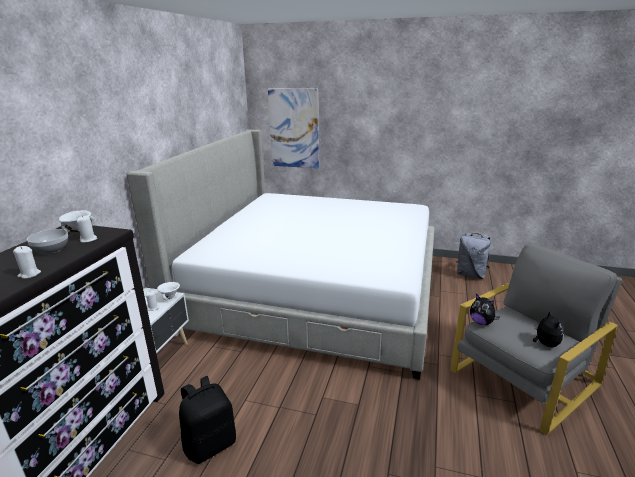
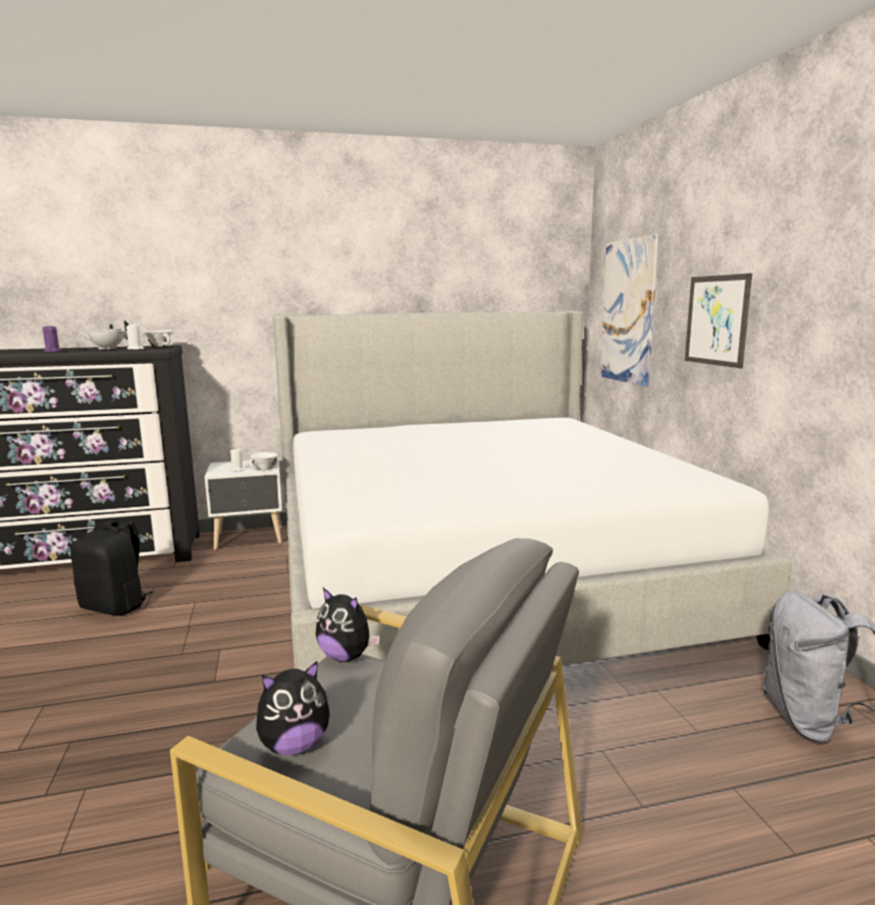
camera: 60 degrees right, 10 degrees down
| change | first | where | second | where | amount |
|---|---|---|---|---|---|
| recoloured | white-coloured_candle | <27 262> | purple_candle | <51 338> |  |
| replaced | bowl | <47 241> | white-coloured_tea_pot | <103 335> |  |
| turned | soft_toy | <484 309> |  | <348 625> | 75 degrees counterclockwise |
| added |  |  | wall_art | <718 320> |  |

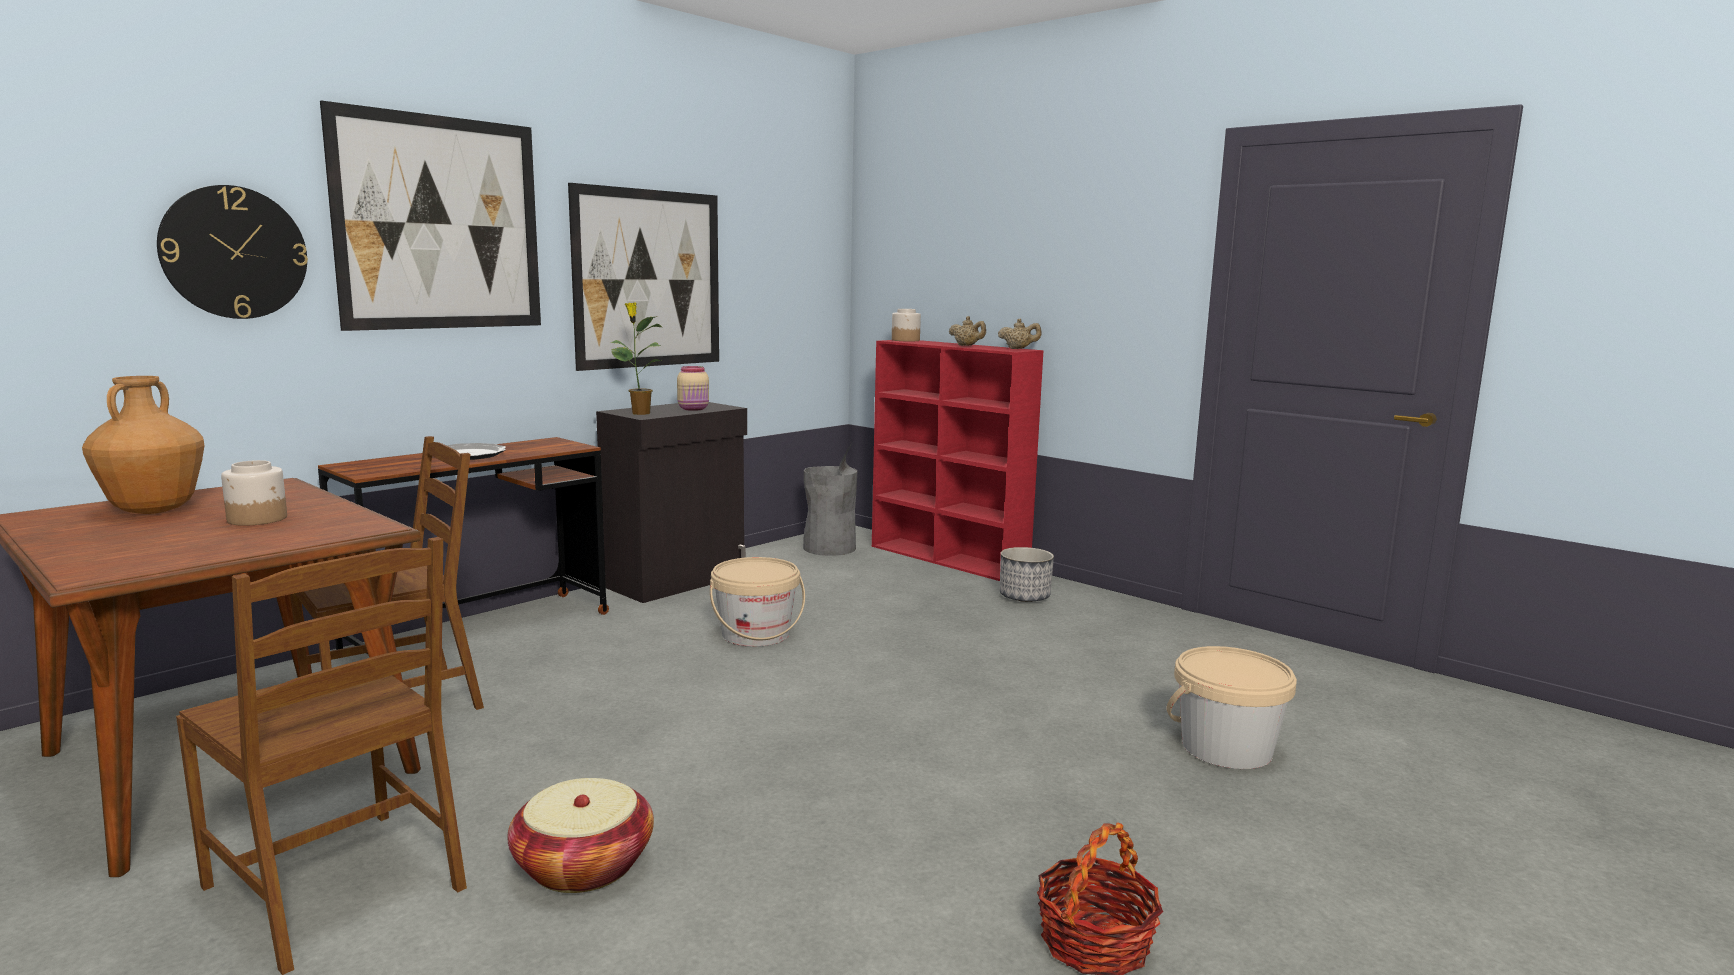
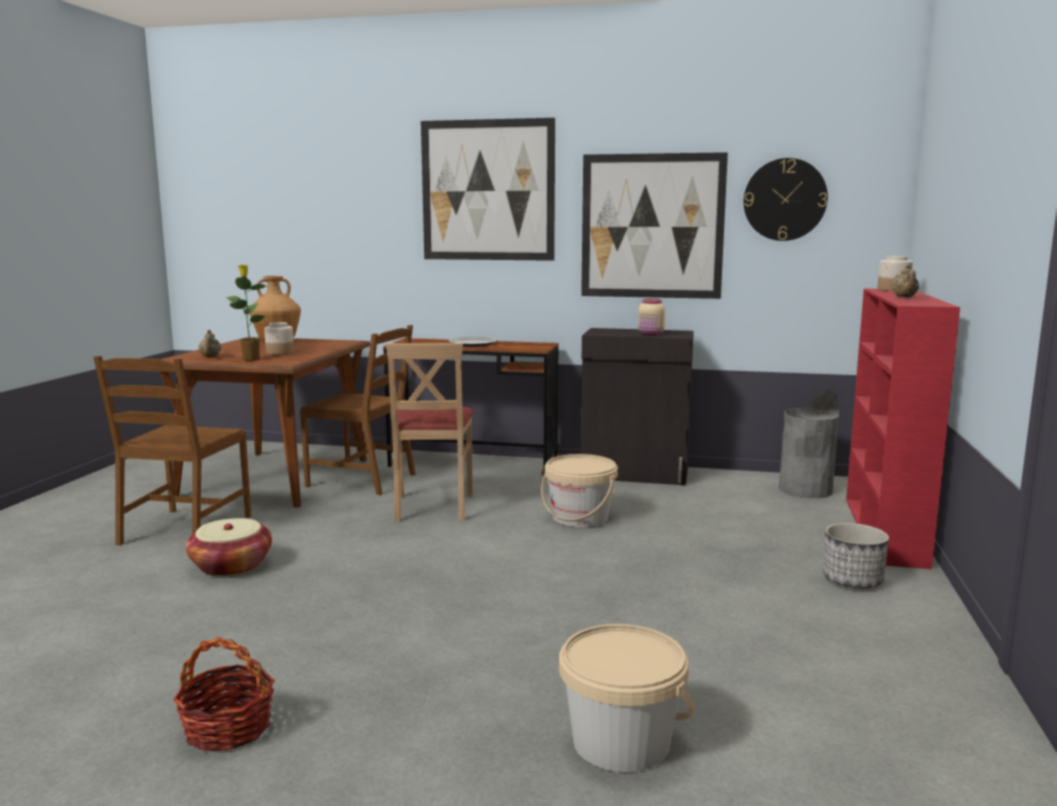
camera: 60 degrees right, 0 degrees up
| change | first | where | second | where | amount |
|---|---|---|---|---|---|
| moved | beige_tea_pot | <1020 333> |  | <210 343> |  |
| moved | plant_in_a_pot | <636 358> |  | <246 313> |  |
| added |  |  | beige_upright_chair | <430 432> |  |
| moved | wall_clock | <232 252> |  | <786 199> |  |

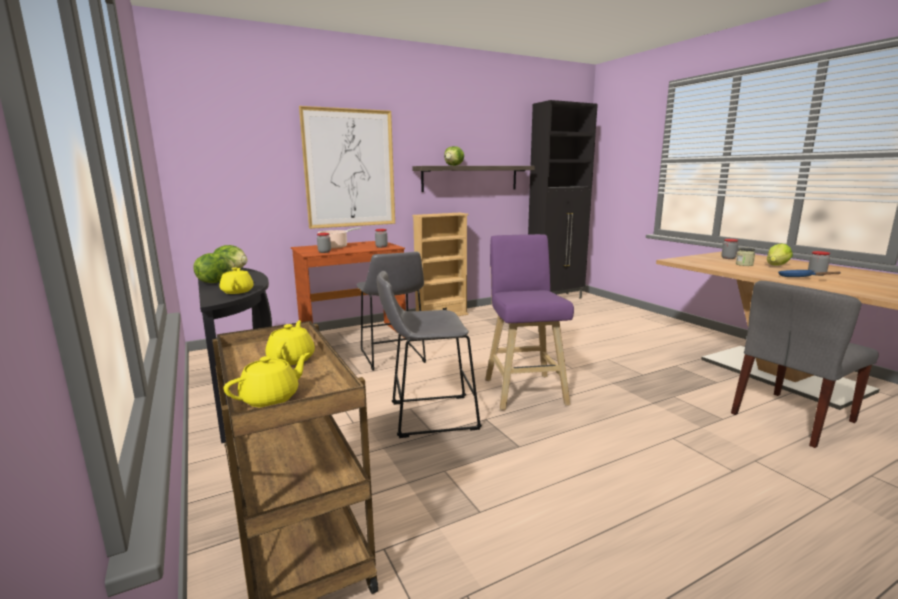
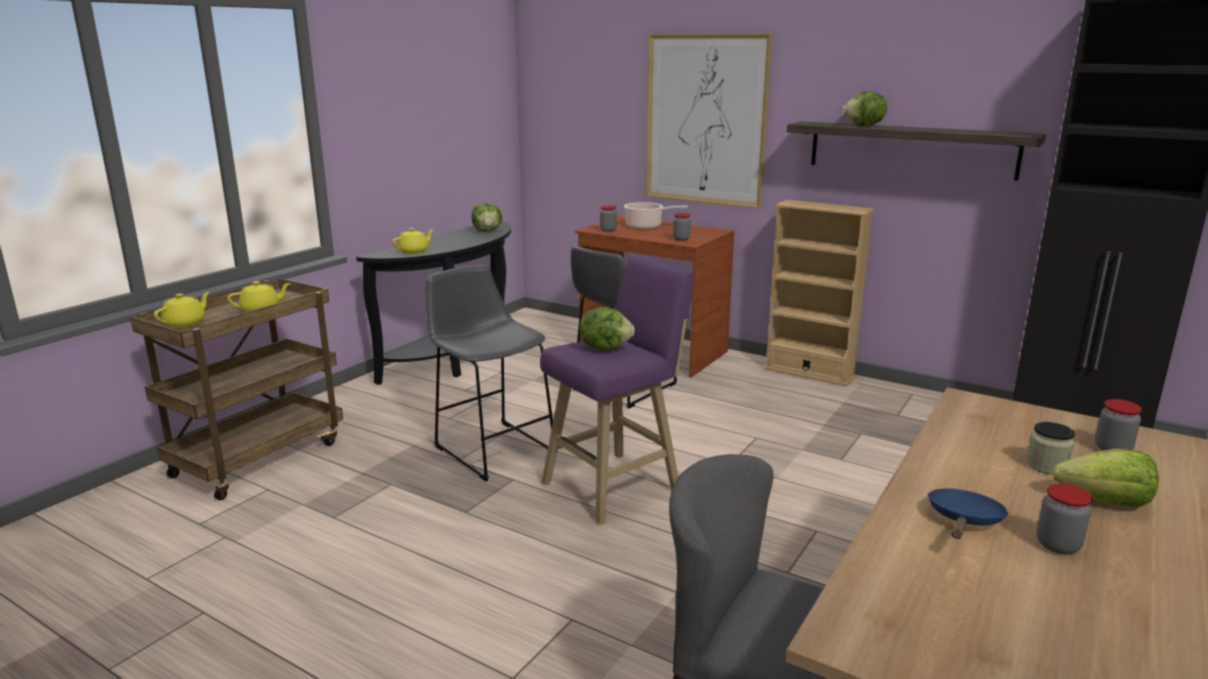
camera: 60 degrees right, 5 degrees up
| change | first | where | second | where | amount |
|---|---|---|---|---|---|
| turned | yellowish_tea_pot | <267 380> |  | <182 310> | 75 degrees counterclockwise |
| moved | lettuce_head | <214 268> |  | <607 328> |  |

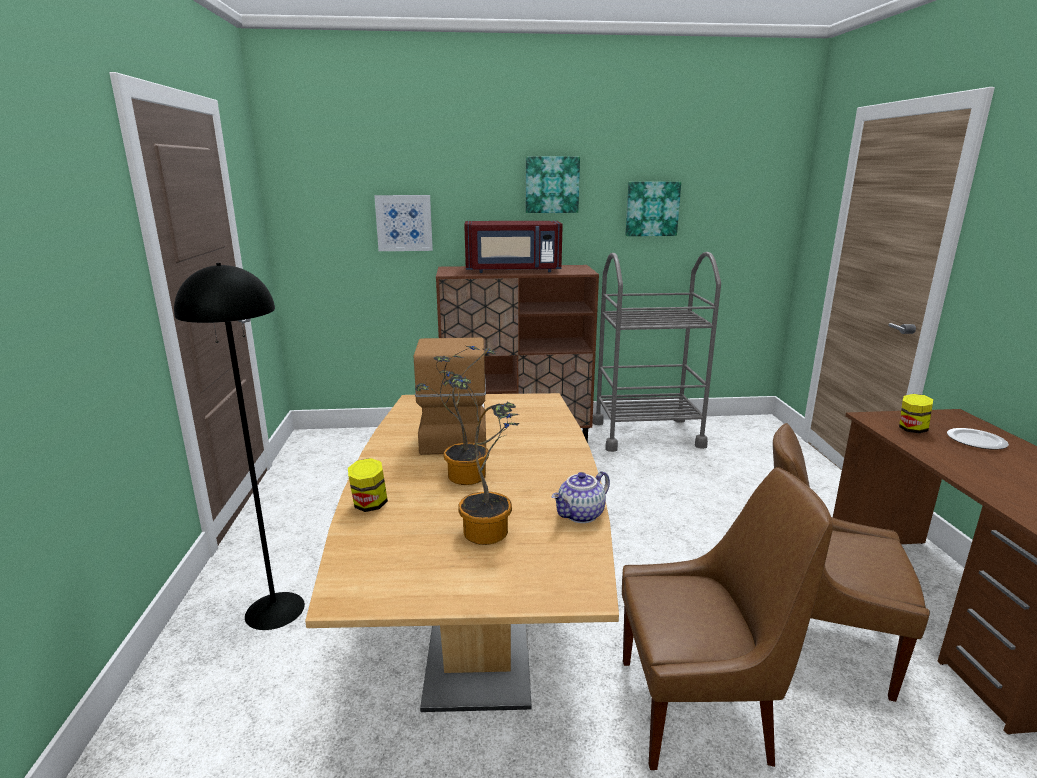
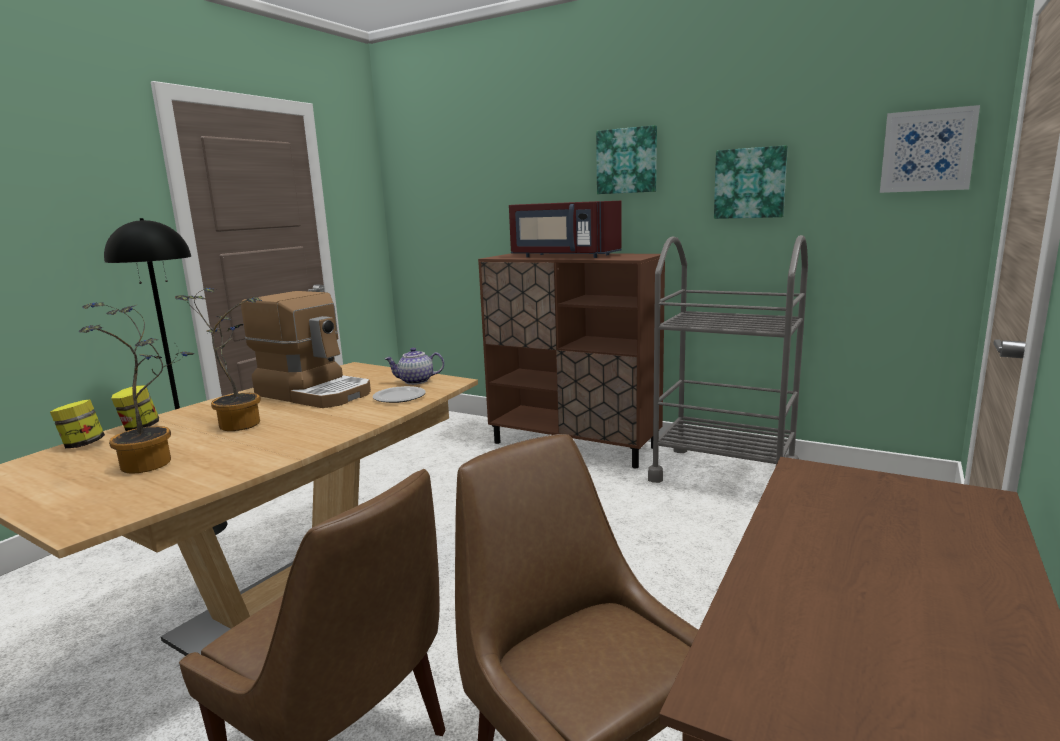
camera: 35 degrees right, 5 degrees down
| change | first | where | second | where | amount |
|---|---|---|---|---|---|
| moved | storage_jar | <916 413> |  | <77 424> |  |
| turned | coffee_maker | <450 396> |  | <306 349> | 90 degrees clockwise |
| moved | dinner_plate | <978 439> |  | <399 394> |  |
| moved | tea_pot | <581 497> |  | <414 366> |  |
| moved | wall_art | <403 223> |  | <930 149> |  |

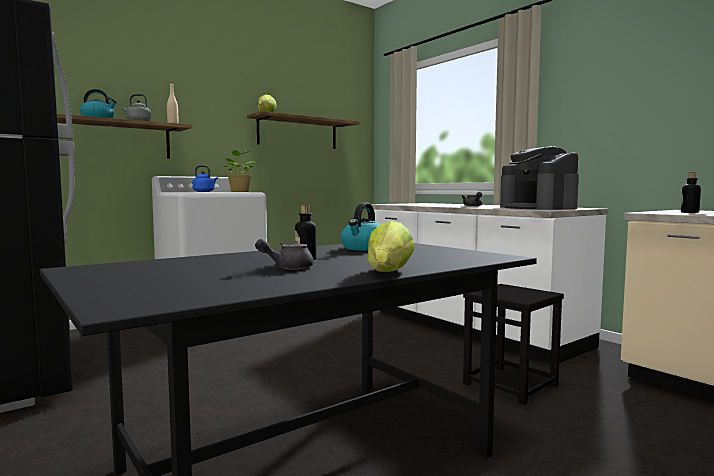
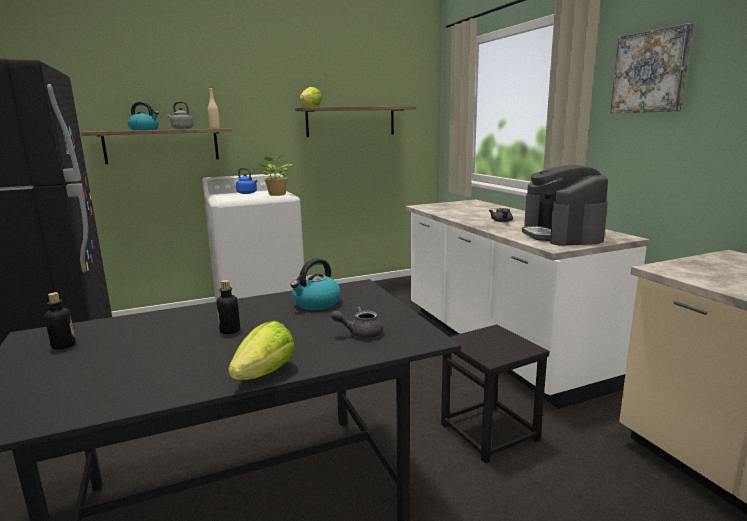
camera: 15 degrees right, 10 degrees up
| change | first | where | second | where | amount |
|---|---|---|---|---|---|
| moved | drink_bottle | <691 192> |  | <60 321> |  |
| moved | greyish_tea_pot | <284 254> |  | <357 322> |  |
| added |  |  | wall_art | <652 68> |  |

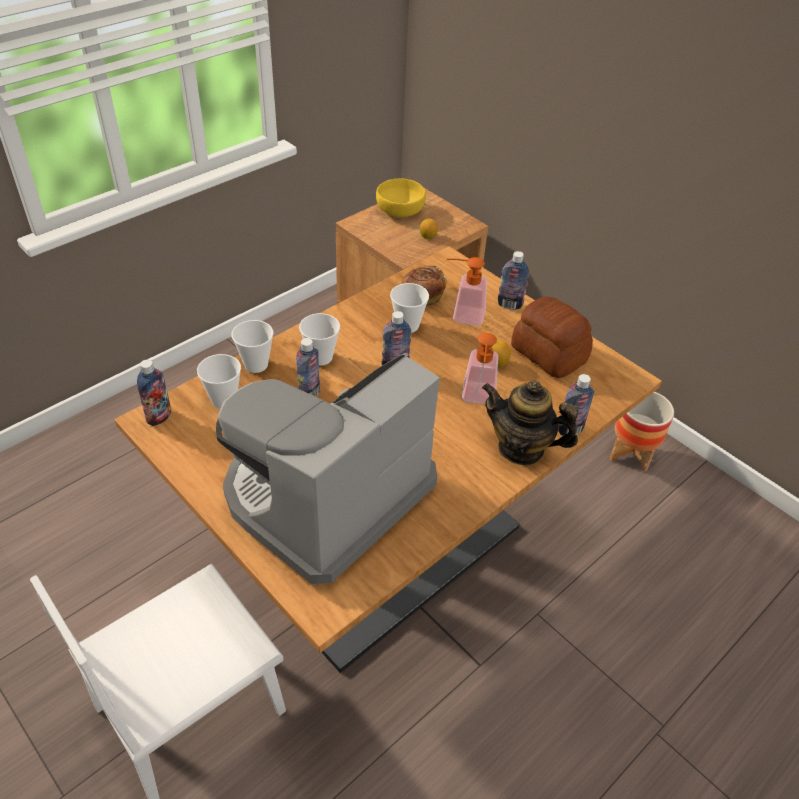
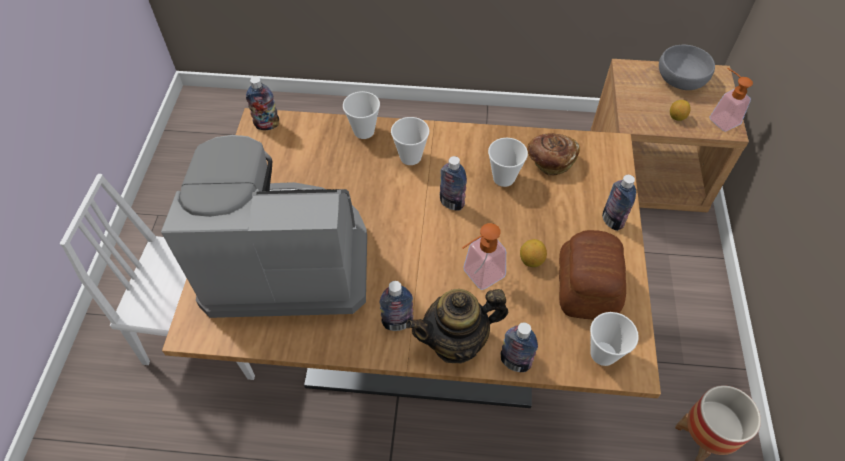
camera: 50 degrees right, 10 degrees up
| change | first | where | second | where | amount |
|---|---|---|---|---|---|
| moved | drink_bottle | <308 367> |  | <396 306> |  |
| turned | tea_pot | <530 422> |  | <457 326> | 90 degrees counterclockwise |
| moved | small_cup | <219 381> |  | <614 339> |  |
| recoloured | yellowish_bowl | <401 197> | greyish_bowl | <687 67> |  |
| moved | soap_bottle | <467 291> |  | <731 100> |  |

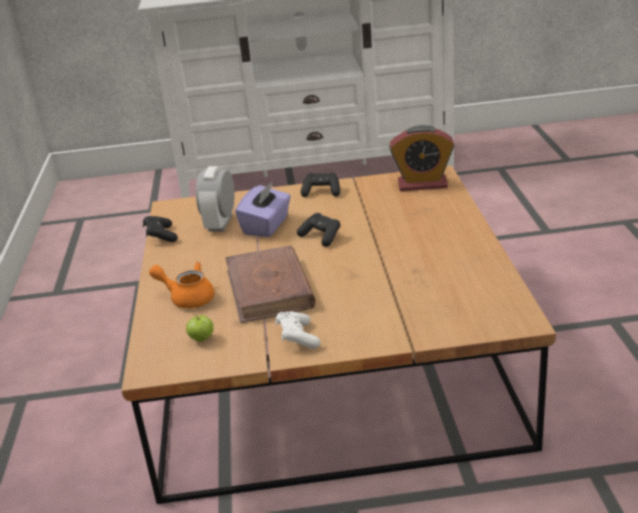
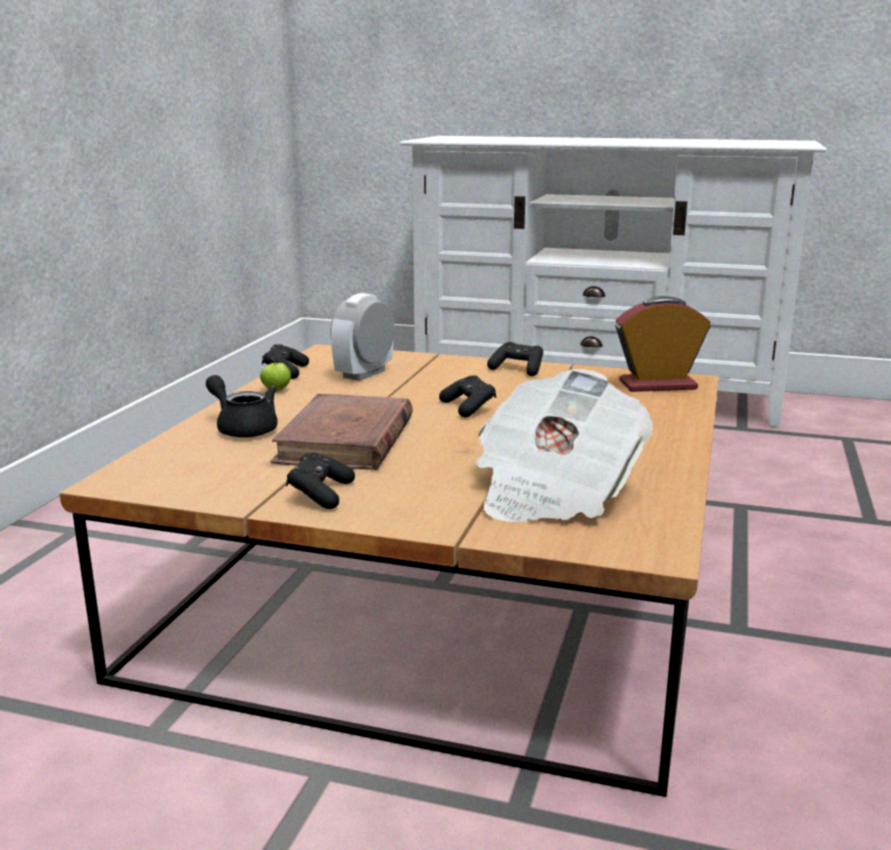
camera: 20 degrees right, 10 degrees down
| change | first | where | second | where | amount |
|---|---|---|---|---|---|
| recoloured | orange_tea_pot | <182 285> | black_tea_pot | <242 406> |  |
| moved | apple | <200 328> |  | <275 375> |  |
| recoloured | white-coloured_game_controller | <297 330> | black_game_controller | <320 480> |  |
| added |  |  | daily_paper | <564 445> |  |
| turned | bedside_clock | <421 158> |  | <662 344> | 150 degrees clockwise |
| removed | purple_tissue_box | <263 209> |  |  |  |

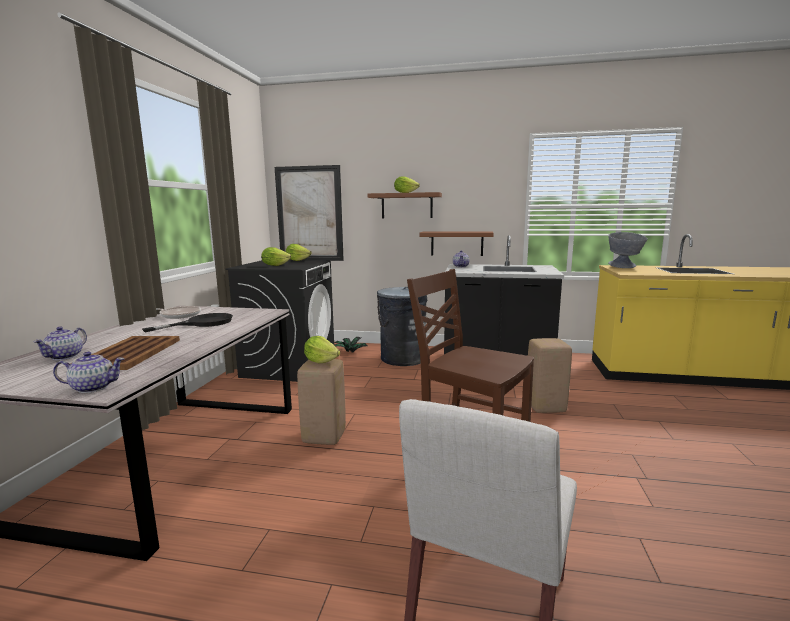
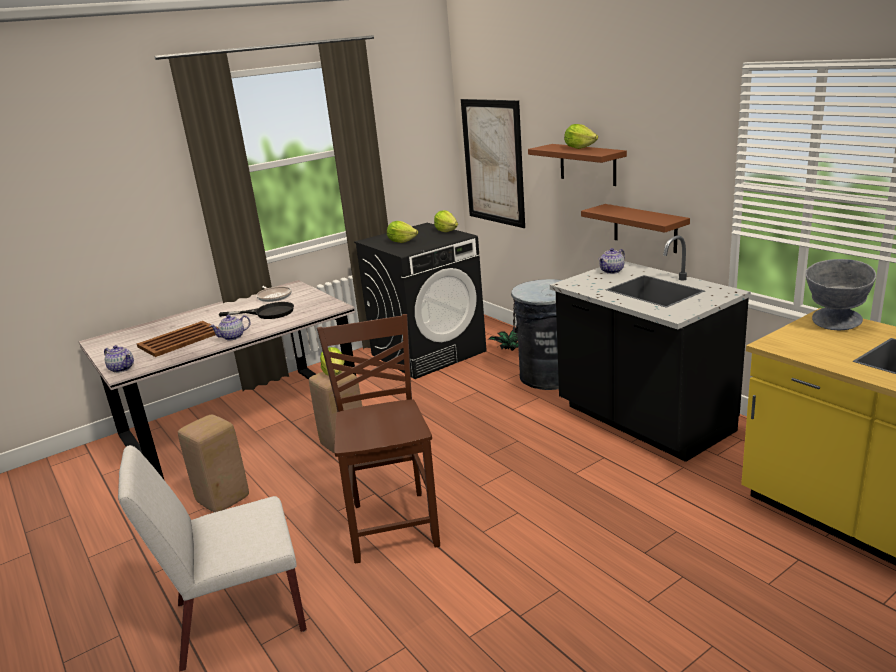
camera: 45 degrees right, 10 degrees up
| change | first | where | second | where | amount |
|---|---|---|---|---|---|
| moved | beige_stool | <550 375> |  | <213 463> |  |
| moved | tea_pot | <60 343> |  | <229 328> |  |

